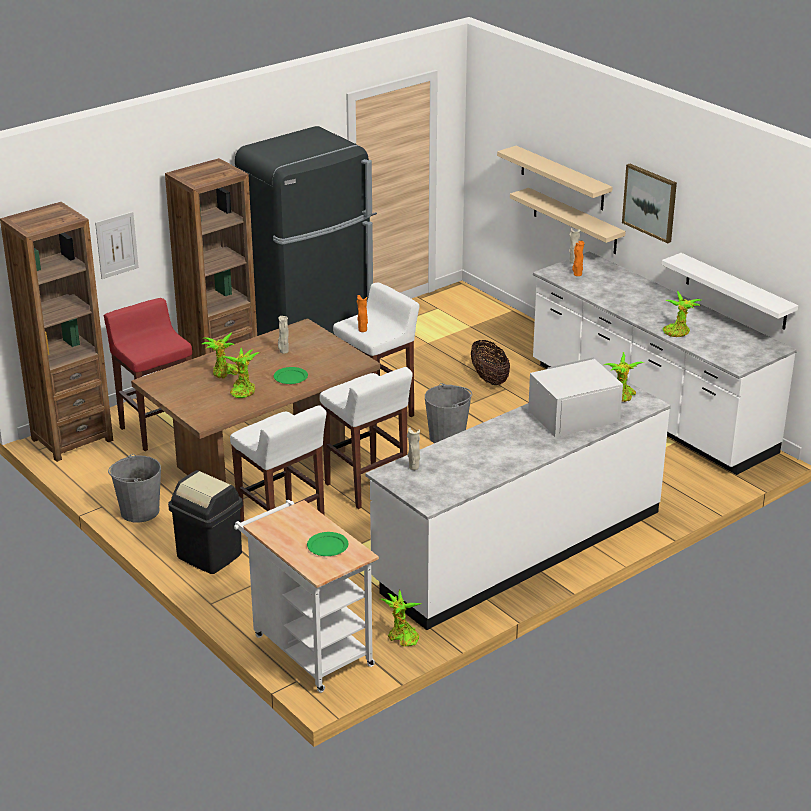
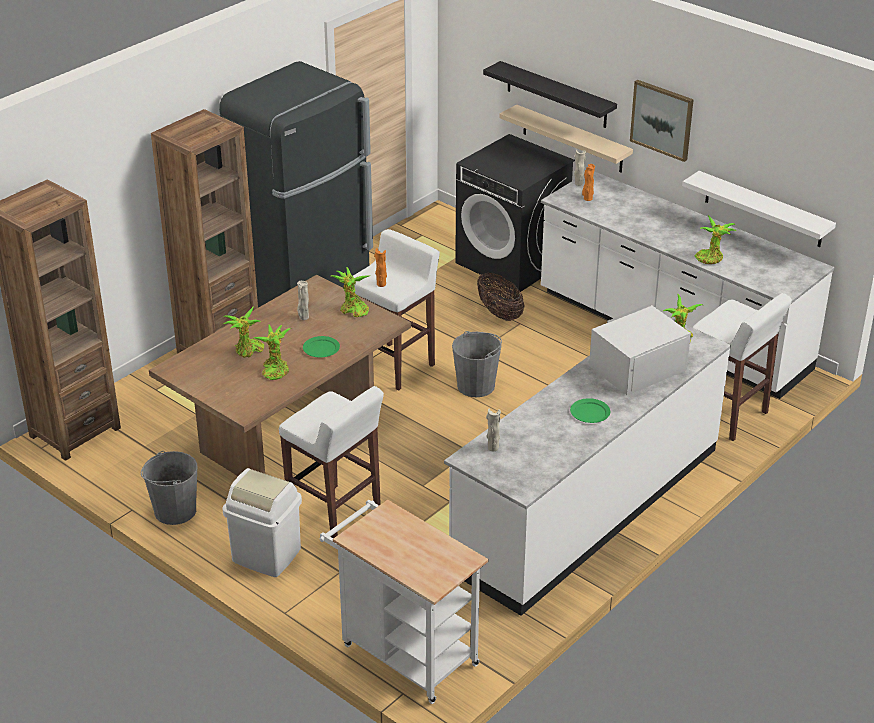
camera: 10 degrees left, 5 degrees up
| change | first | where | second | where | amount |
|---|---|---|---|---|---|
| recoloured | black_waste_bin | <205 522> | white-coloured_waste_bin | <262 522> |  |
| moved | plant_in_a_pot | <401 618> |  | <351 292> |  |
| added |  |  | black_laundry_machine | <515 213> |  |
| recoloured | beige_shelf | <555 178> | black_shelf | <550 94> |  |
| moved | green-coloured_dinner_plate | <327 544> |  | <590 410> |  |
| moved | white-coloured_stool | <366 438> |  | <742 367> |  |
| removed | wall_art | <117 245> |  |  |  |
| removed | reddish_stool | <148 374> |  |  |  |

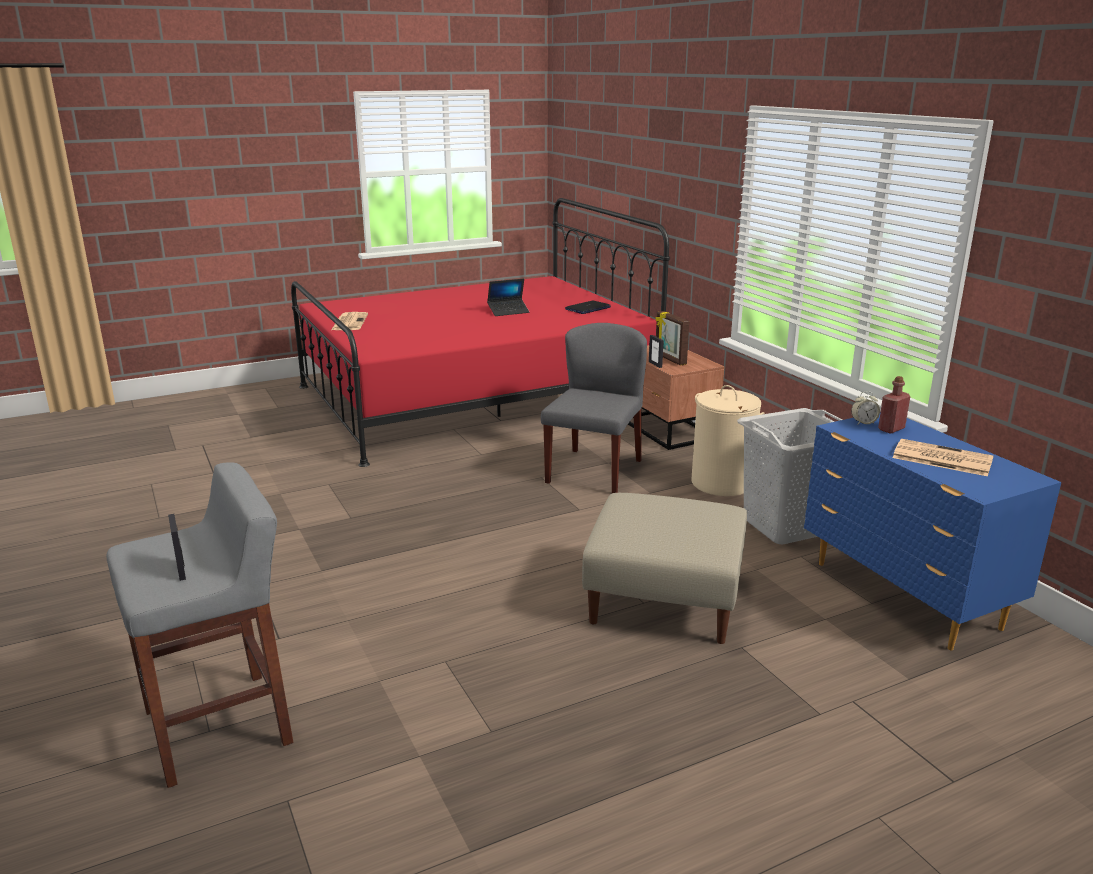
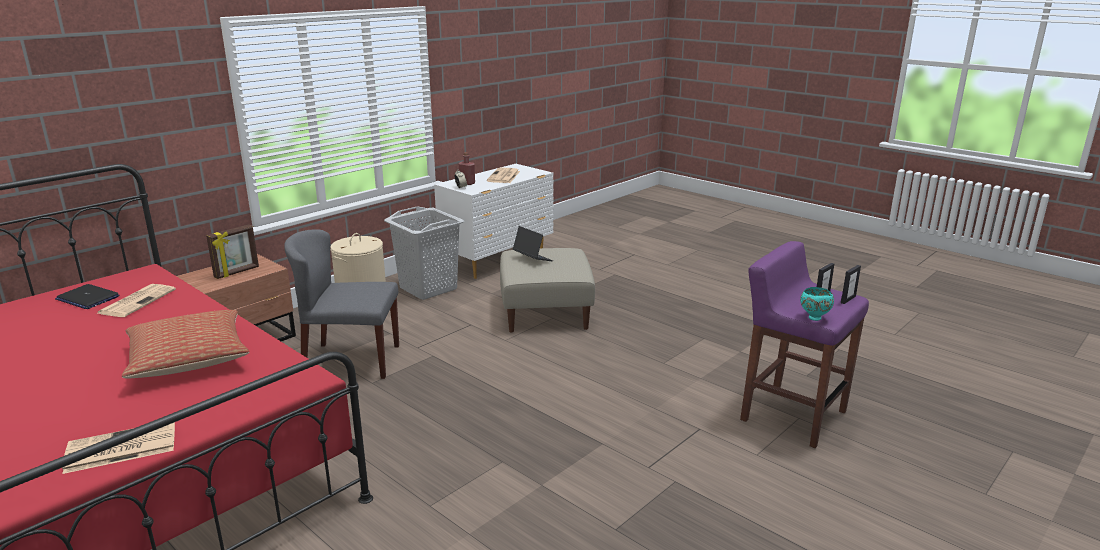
camera: 110 degrees left, 0 degrees up
| change | first | where | second | where | amount |
|---|---|---|---|---|---|
| added |  |  | daily_paper | <137 300> |  |
| added |  |  | throw_pillow | <185 344> |  |
| recoloured | blue-coloured_chest_of_drawers | <932 531> | white-coloured_chest_of_drawers | <494 221> |  |
| moved | notebook_computer | <508 297> |  | <533 243> |  |
| recoloured | greyish_stool | <199 625> | purple_stool | <804 344> |  |
| added |  |  | turquoise-coloured_bowl | <817 304> |  |
| moved | photo_frame | <656 351> |  | <851 284> |  |

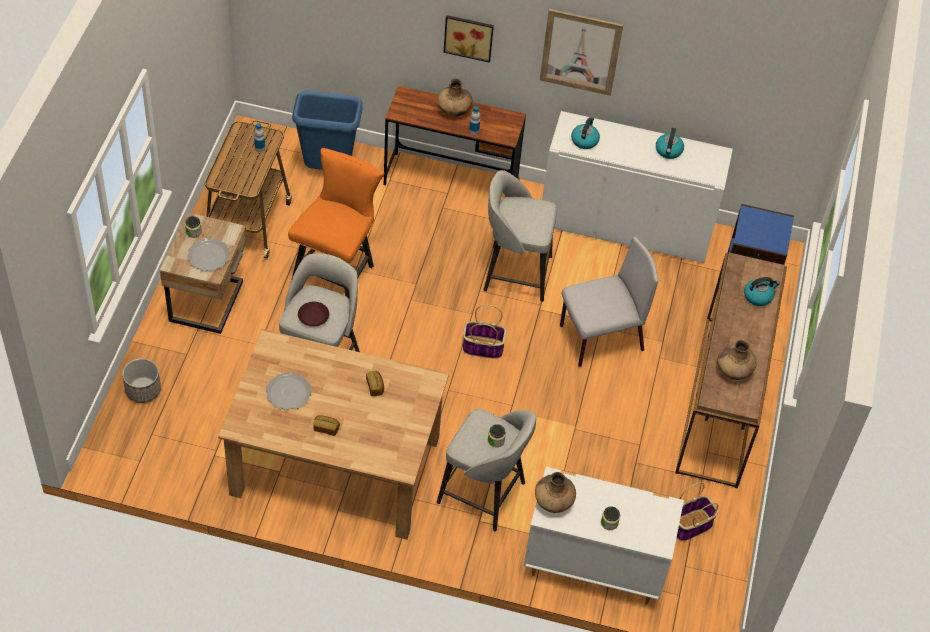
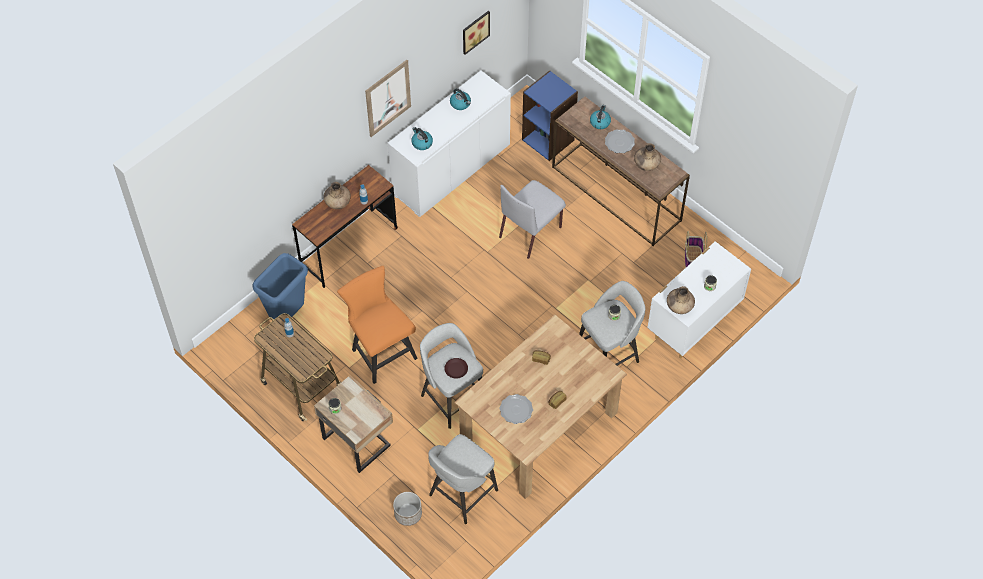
camera: 55 degrees left, 5 degrees up
| change | first | where | second | where | amount |
|---|---|---|---|---|---|
| moved | greyish_stool | <520 236> |  | <463 479> |  |
| moved | wall_art | <468 39> |  | <476 33> |  |
| turned | greyish_upright_chair | <609 302> |  | <532 219> | 150 degrees counterclockwise |
| moved | dinner_plate | <208 254> |  | <620 141> |  |
| removed | storage_basket | <485 332> |  |  |  |

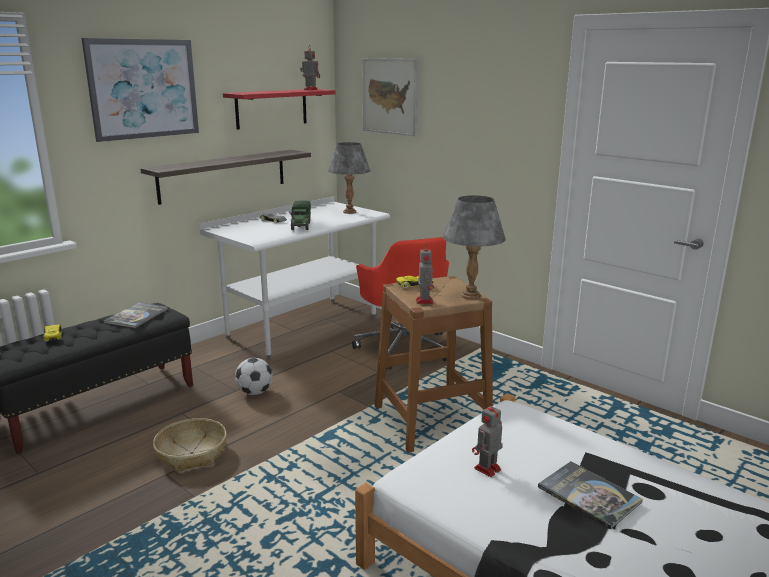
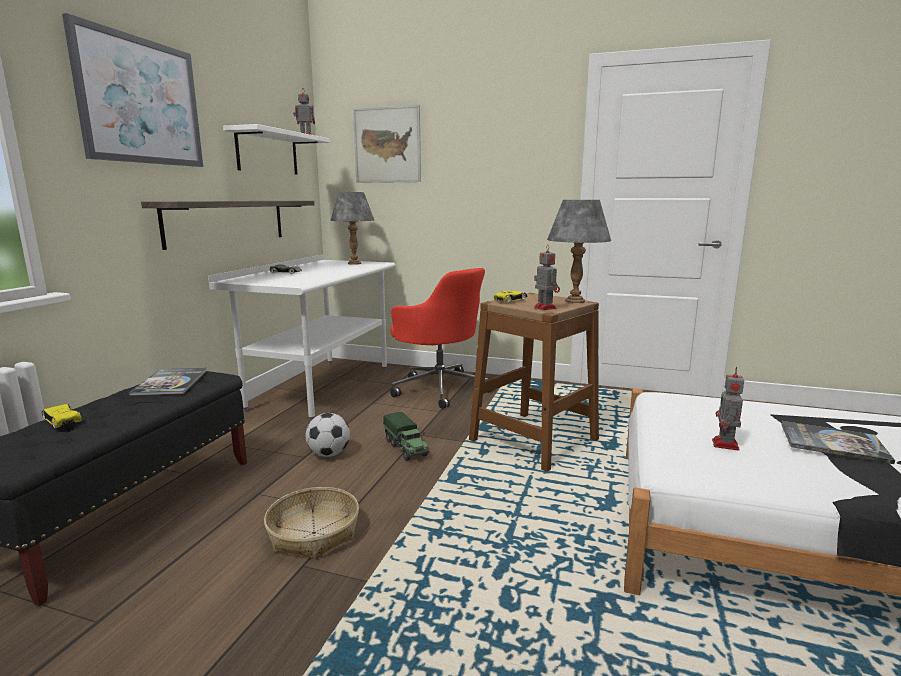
camera: 25 degrees left, 5 degrees down
| change | first | where | second | where | amount |
|---|---|---|---|---|---|
| recoloured | reddish_shelf | <279 109> | white-coloured_shelf | <276 149> |  |
| moved | model_truck | <300 215> |  | <406 436> |  |

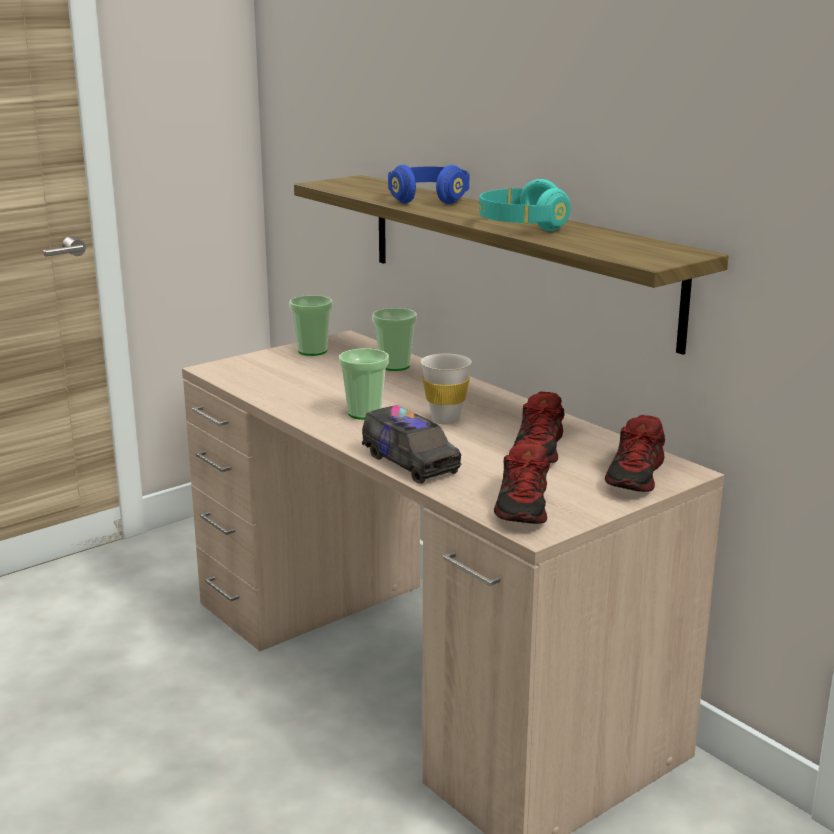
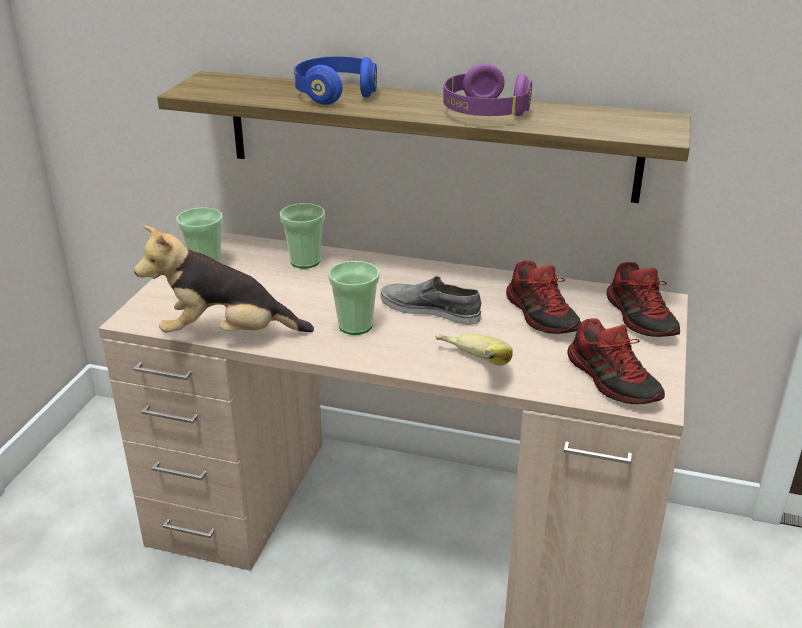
camera: 35 degrees left, 10 degrees up
| change | first | where | second | where | amount |
|---|---|---|---|---|---|
| added |  |  | soft_toy | <224 279> |  |
| replaced | white-coloured_small_cup | <446 389> | greyish_shoe | <431 300> |  |
| replaced | model_truck | <411 444> | banana_fruit | <474 350> |  |
| recoloured | turquoise-coloured_headset | <524 205> | purple_headset | <487 89> |  |

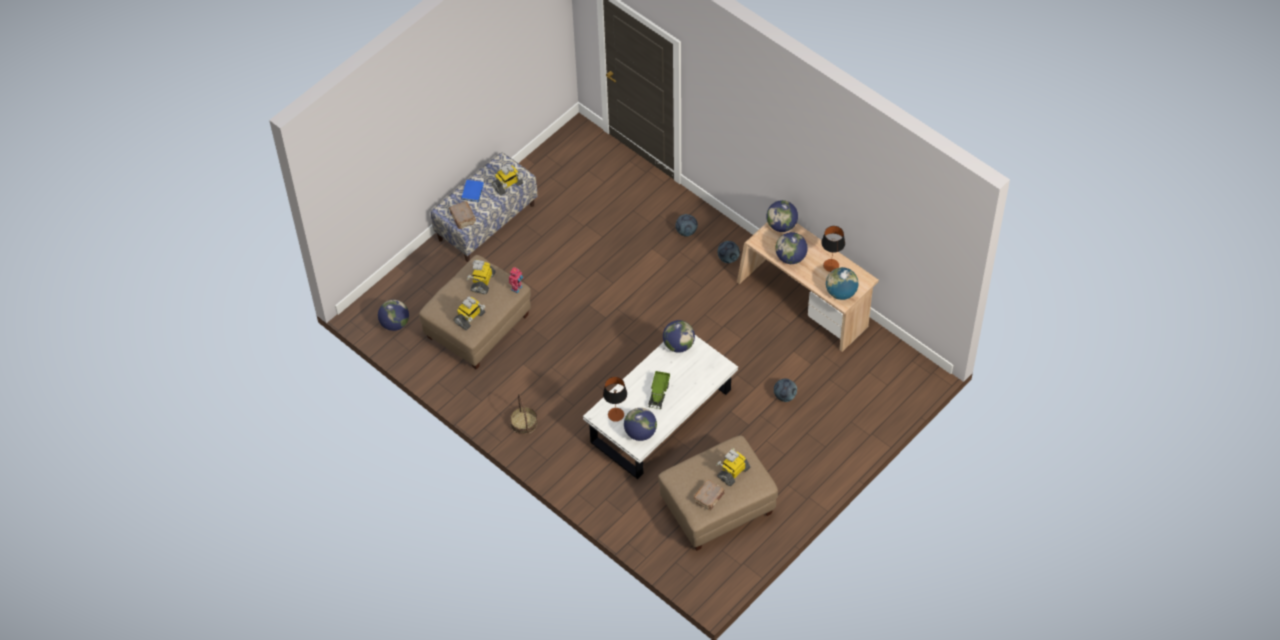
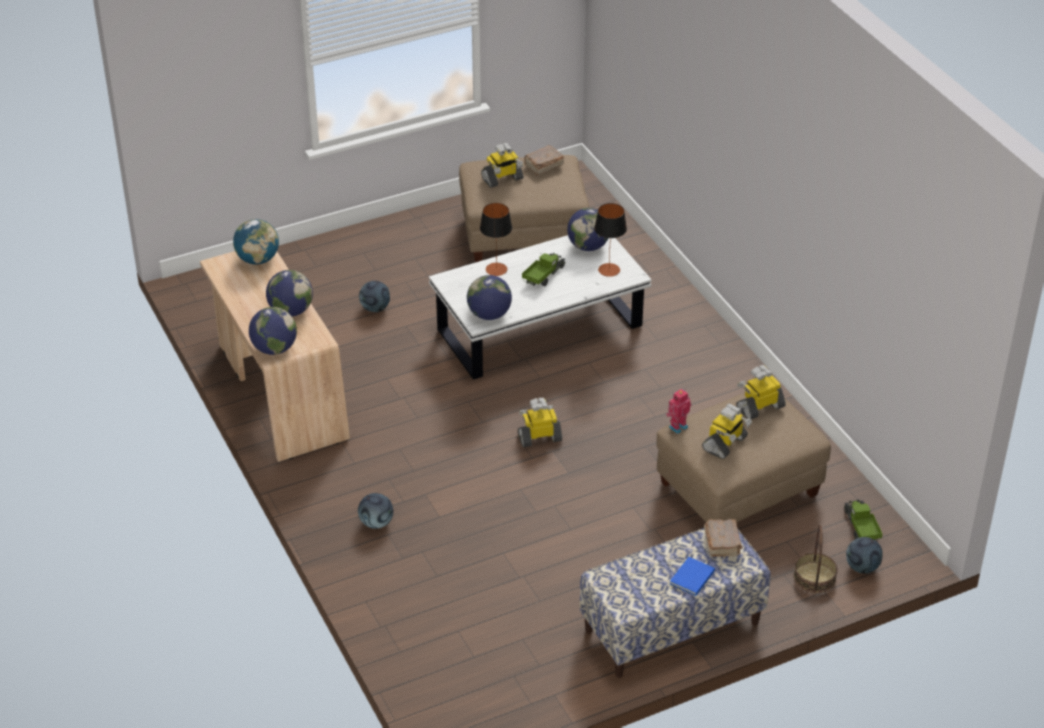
camera: 160 degrees left, 15 degrees down
| change | first | where | second | where | amount |
|---|---|---|---|---|---|
| moved | table_lamp | <833 249> |  | <496 239> |  |
| moved | robot_figure | <507 180> |  | <540 422> |  |
| moved | storage_basket | <524 414> |  | <816 559> |  |
| replaced | desk_globe | <393 315> | model_truck | <863 519> |  |
| moved | football_ball | <729 252> |  | <864 555> |  |

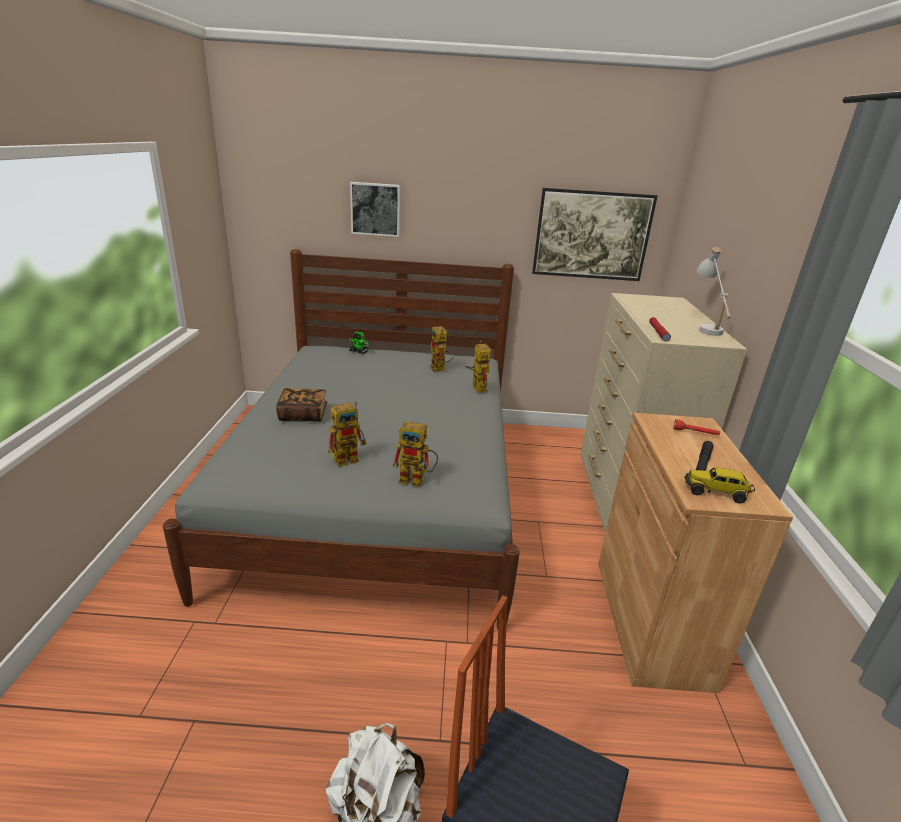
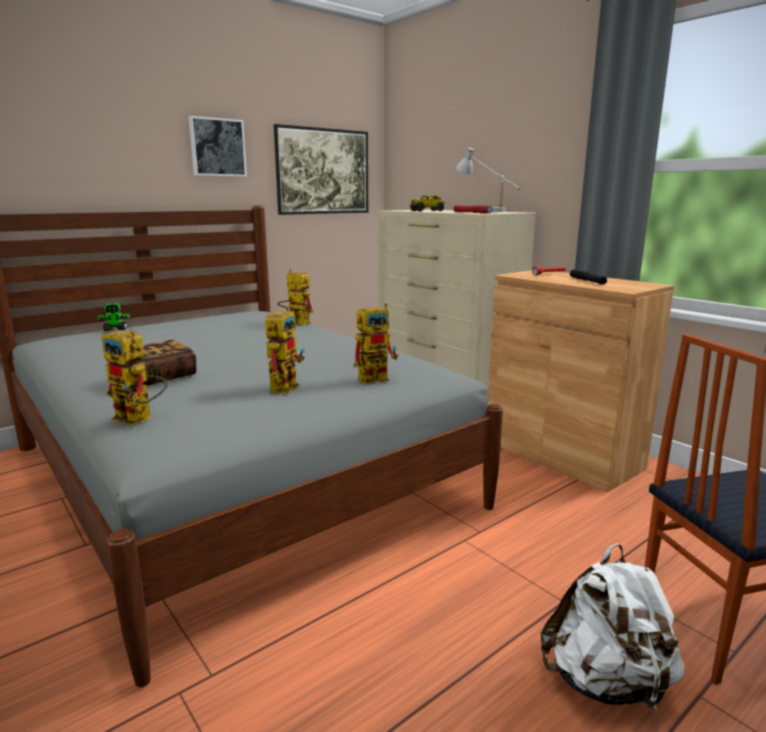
camera: 40 degrees left, 10 degrees down
| change | first | where | second | where | amount |
|---|---|---|---|---|---|
| moved | robot_figure | <442 349> |  | <134 378> |  |
| moved | wall_art | <375 209> |  | <217 146> |  |
| moved | model_truck | <719 485> |  | <427 203> |  |

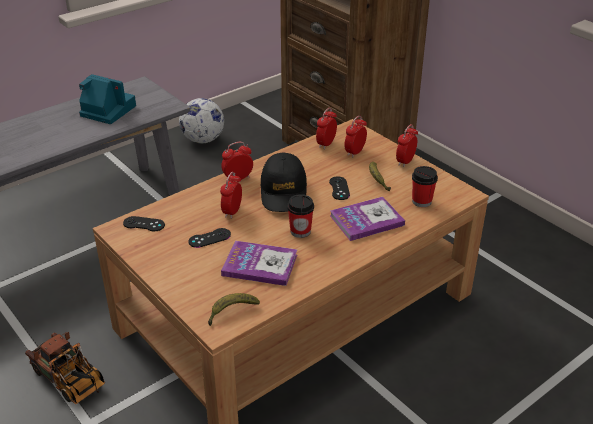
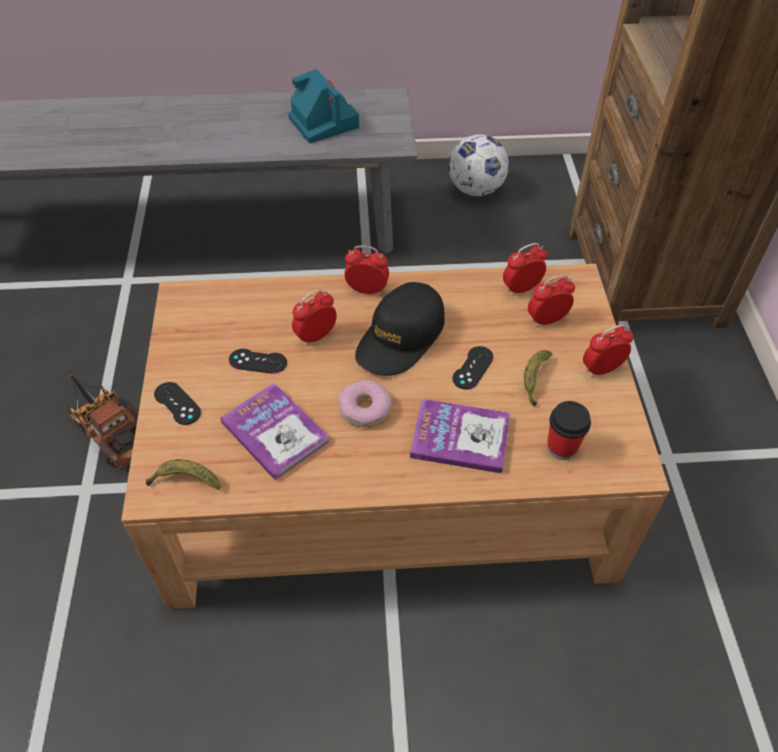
camera: 35 degrees right, 15 degrees up
| change | first | where | second | where | amount |
|---|---|---|---|---|---|
| turned | model_truck | <65 368> |  | <102 421> | 150 degrees clockwise |
| moved | black_game_controller | <144 223> |  | <177 403> |  |
| replaced | small_cup | <300 216> | donut | <365 403> |  |

